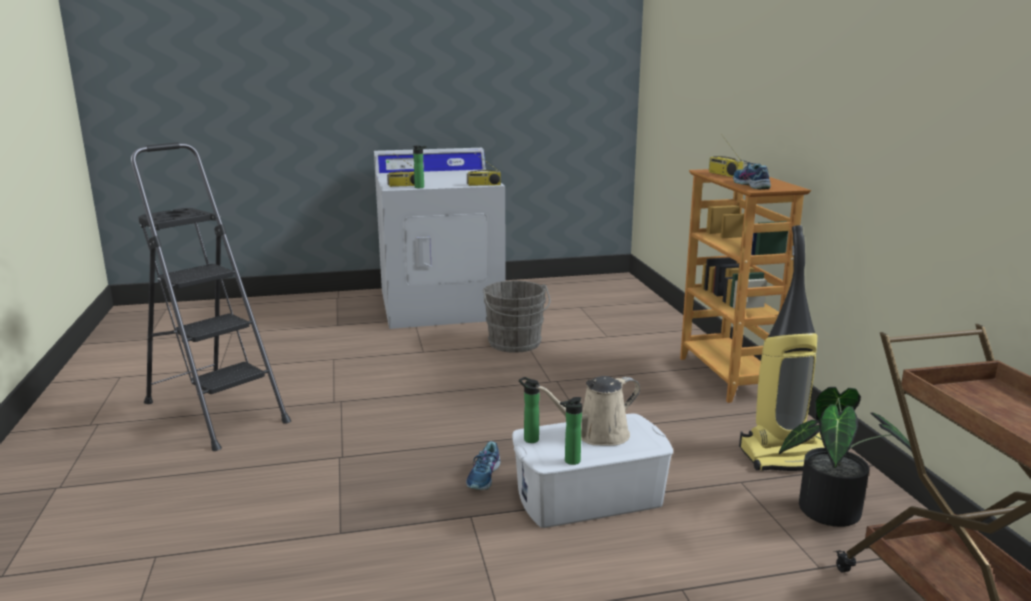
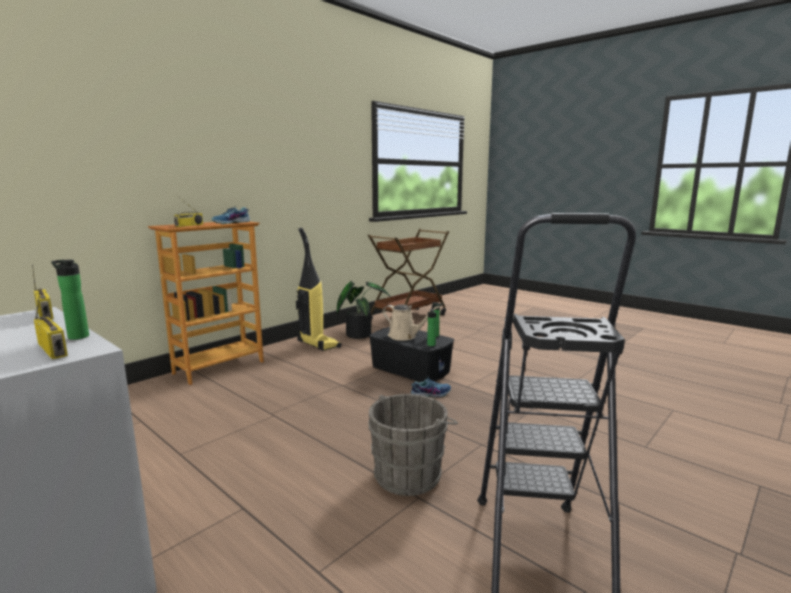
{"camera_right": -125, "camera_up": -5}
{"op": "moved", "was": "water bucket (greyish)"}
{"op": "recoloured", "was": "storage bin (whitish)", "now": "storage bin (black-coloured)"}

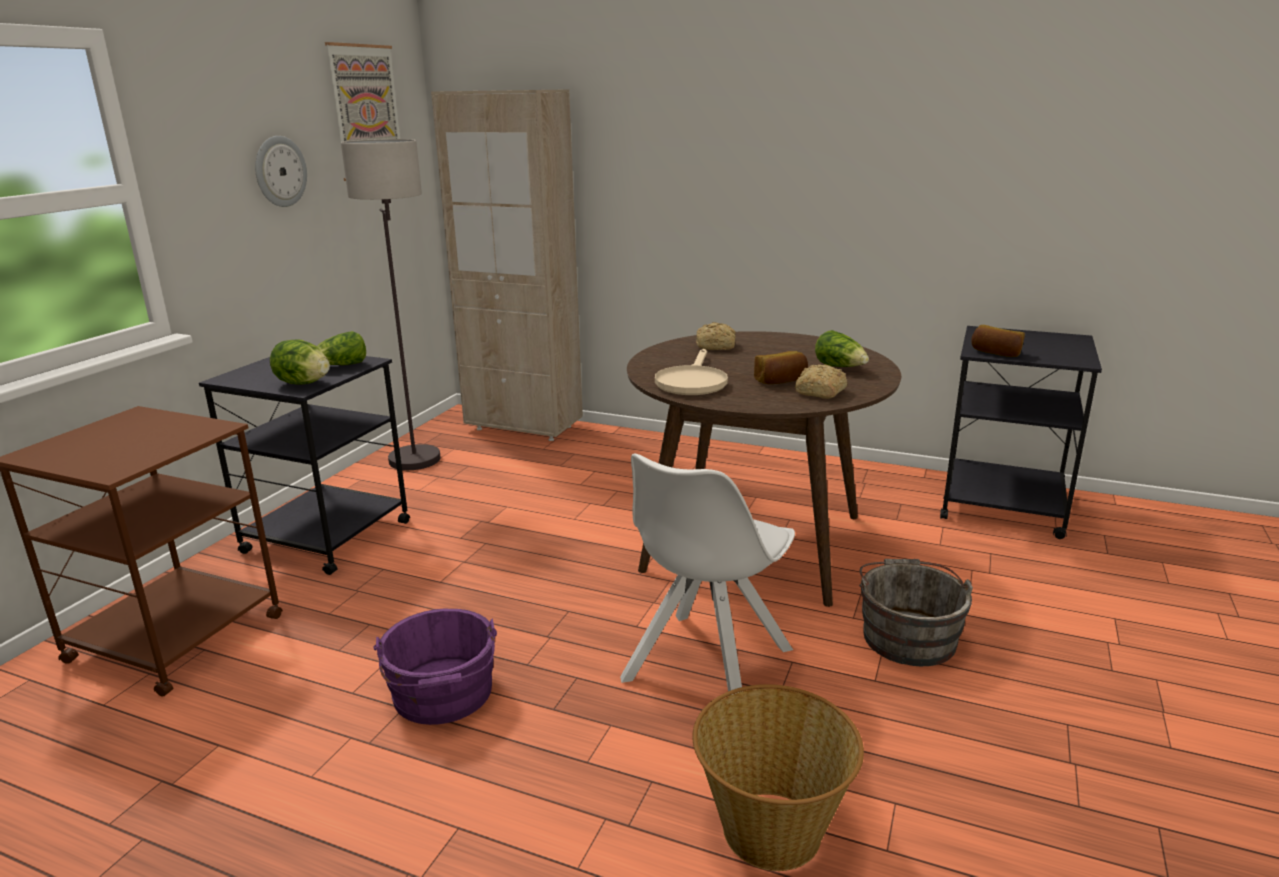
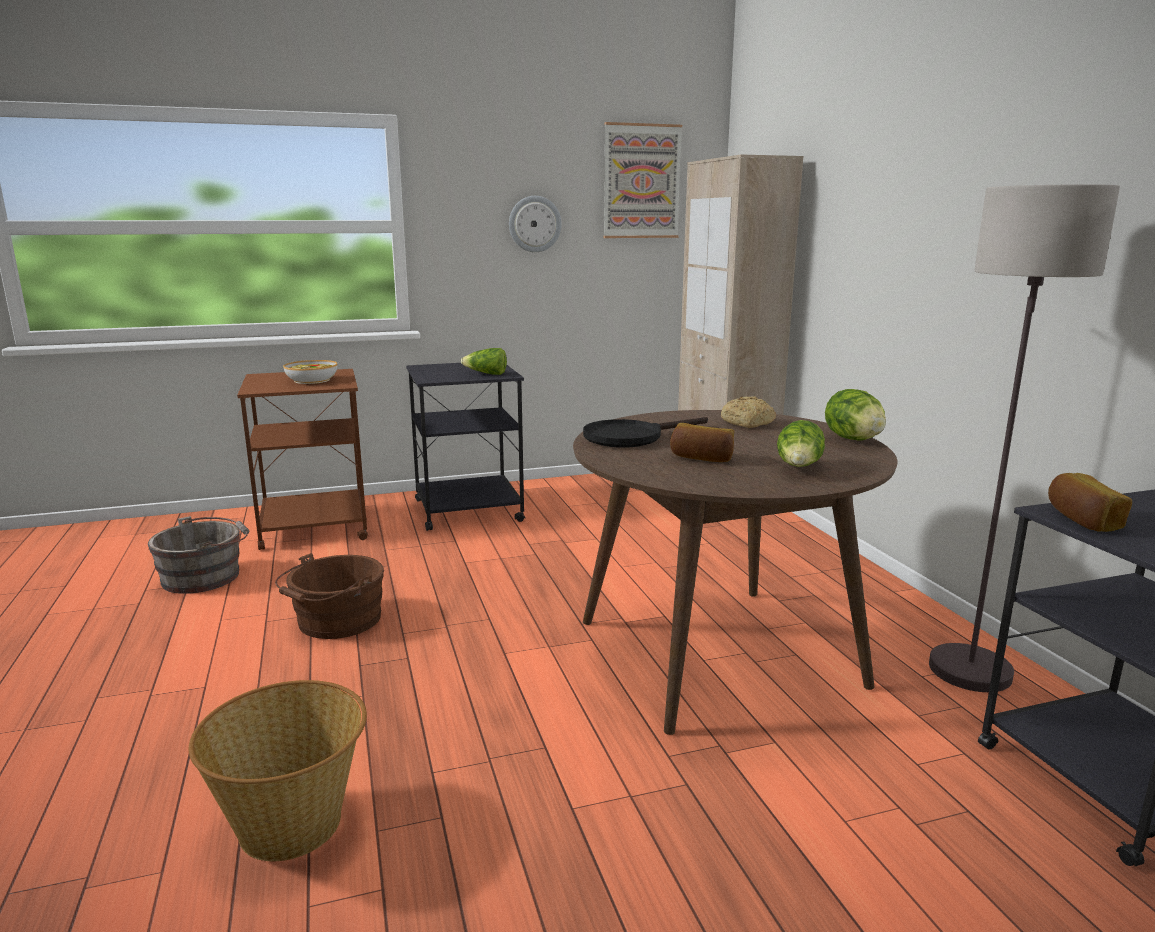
{"camera_right": 50, "camera_up": -5}
{"op": "moved", "was": "water bucket (greyish)"}
{"op": "recoloured", "was": "water bucket (purple-coloured)", "now": "water bucket (brown-coloured)"}
{"op": "added", "now": "deep dish"}
{"op": "recoloured", "was": "pan (sand-coloured)", "now": "pan (black-coloured)"}
{"op": "moved", "was": "lettuce head (1st from left in the first image)", "now": "lettuce head (3rd from left)"}
{"op": "moved", "was": "standing lamp (greyish)"}
{"op": "removed", "was": "plain chair (whitish)"}
{"op": "removed", "was": "bread (3rd from left)"}

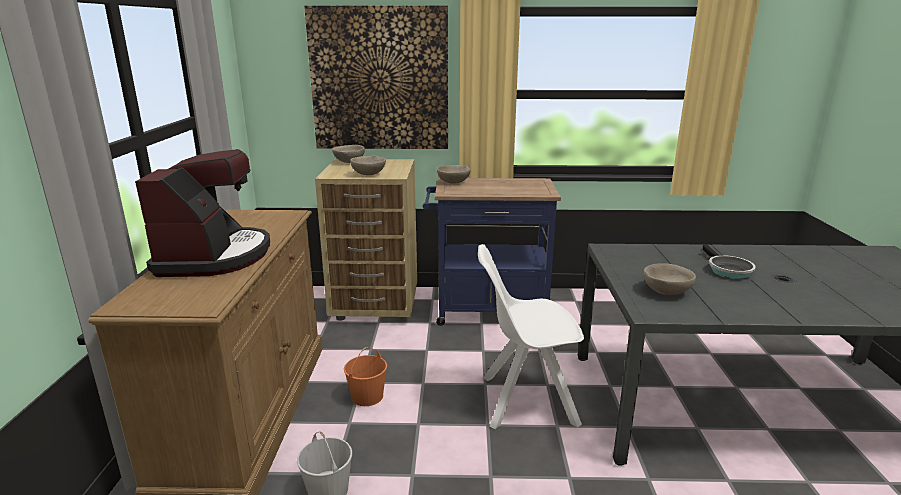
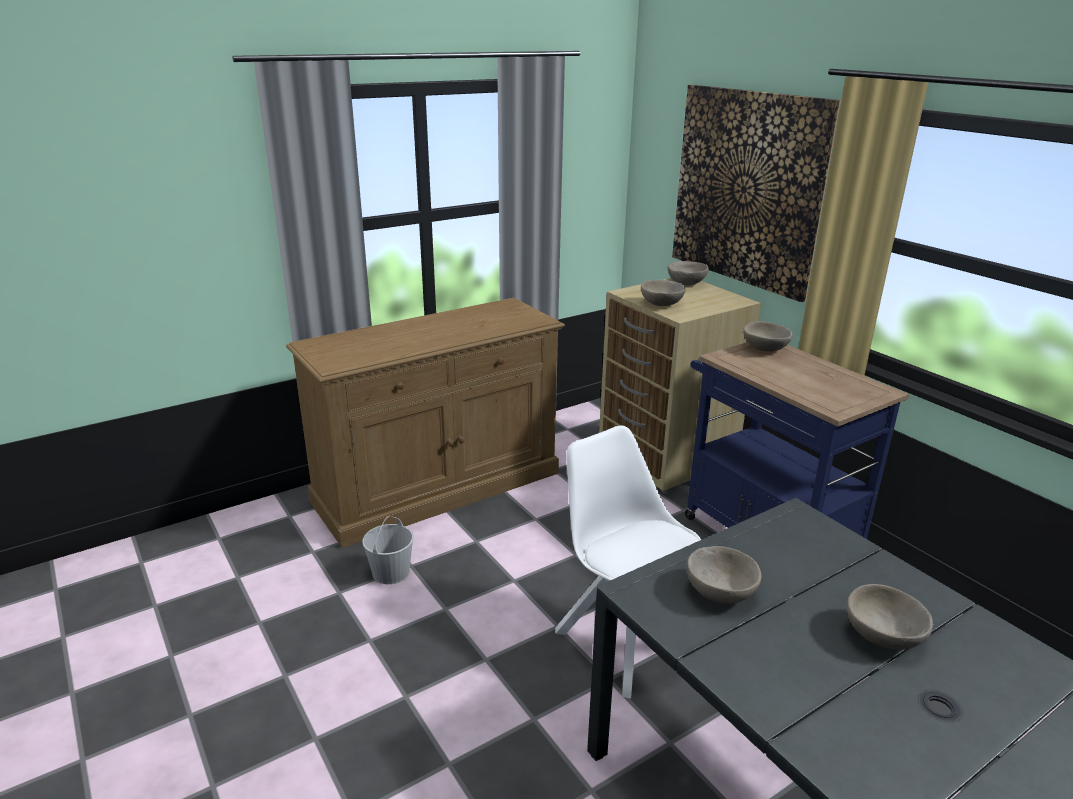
{"camera_right": 55, "camera_up": 5}
{"op": "replaced", "was": "pan", "now": "deep dish (sand-coloured) (5th from left)"}
{"op": "removed", "was": "coffee brewer"}
{"op": "removed", "was": "water bucket (orangey)"}

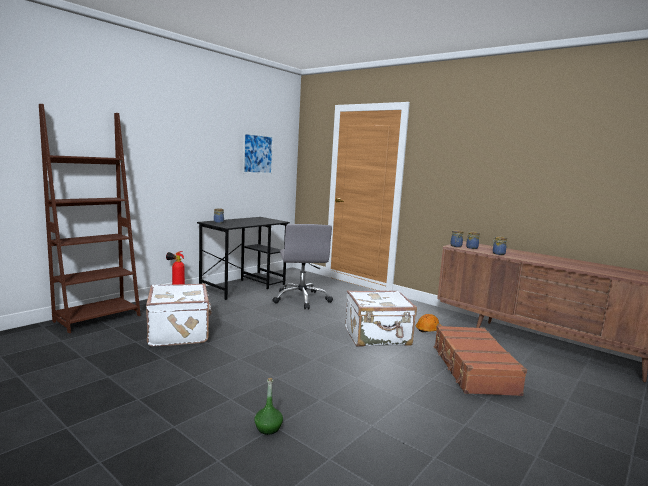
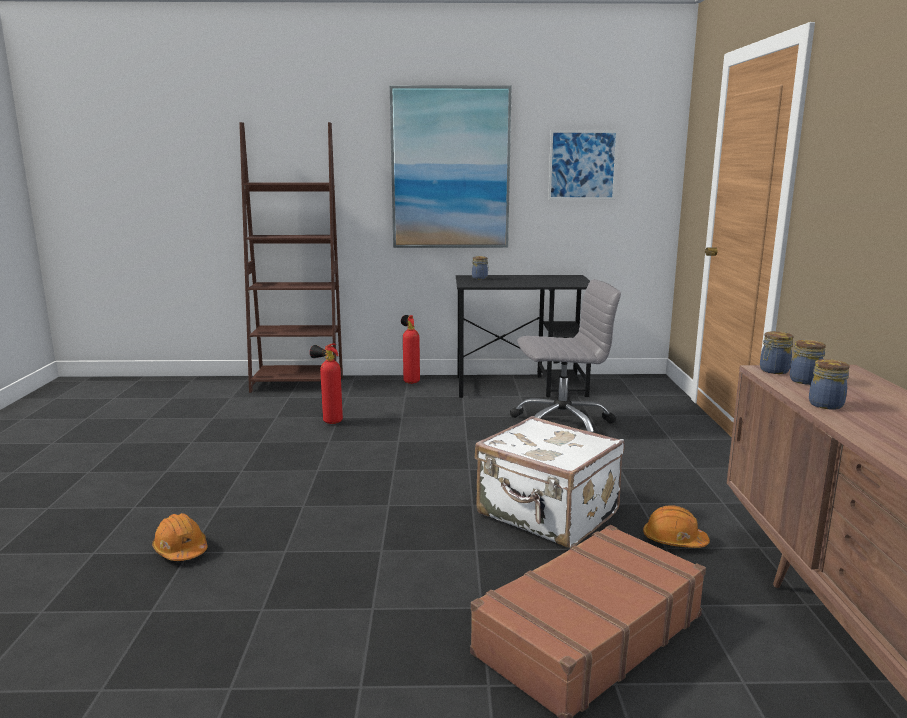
{"camera_right": 50, "camera_up": 5}
{"op": "replaced", "was": "beverage bottle (green-coloured)", "now": "work helmet (orangey) (1st from left)"}
{"op": "replaced", "was": "suitcase (whitish) (1st from left)", "now": "fire extinguisher (1st from left)"}
{"op": "added", "now": "wall art (1st from left)"}
{"op": "turned", "was": "desk chair (greyish)", "clockwise": -135}

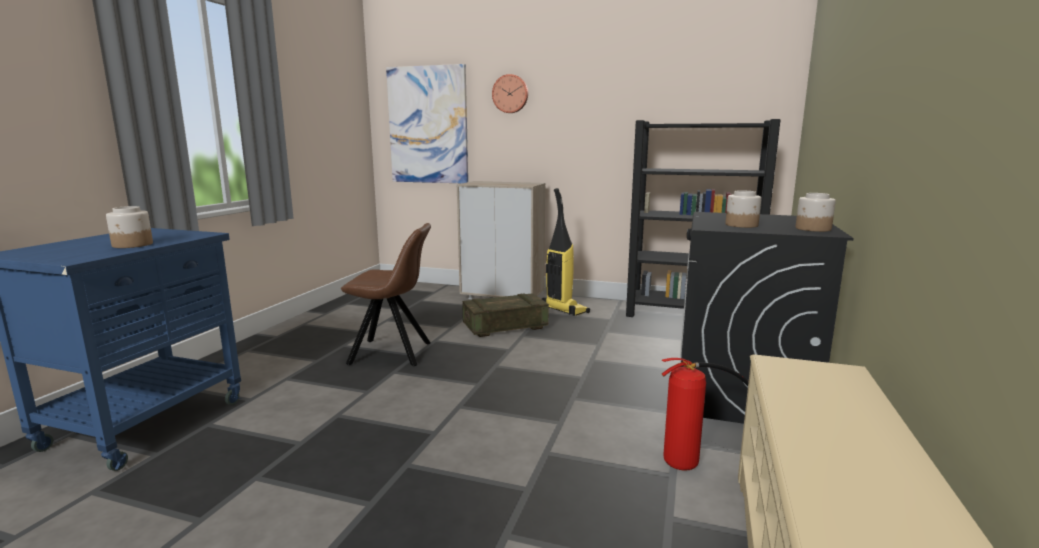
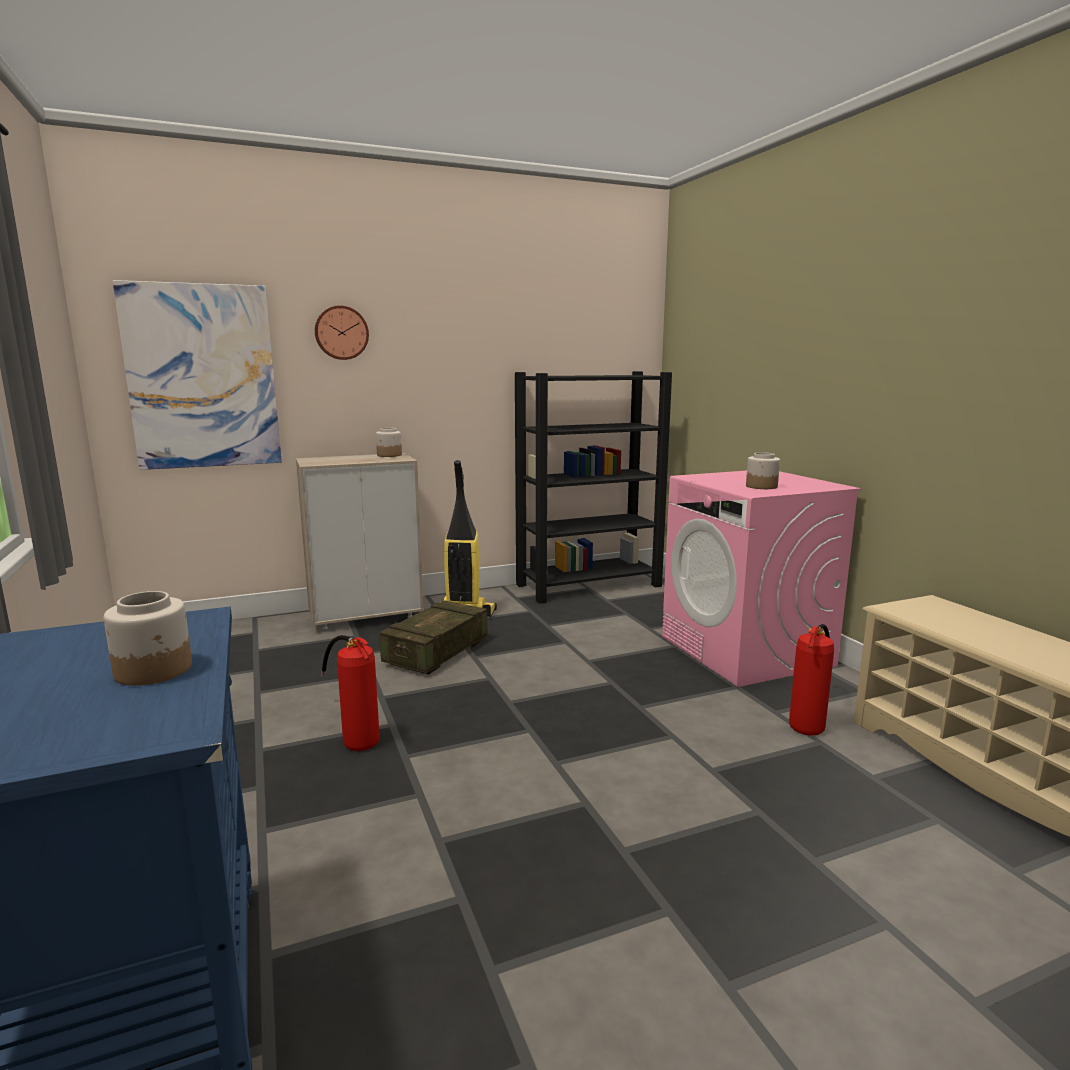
{"camera_right": -40, "camera_up": 0}
{"op": "replaced", "was": "plain chair (brown-coloured)", "now": "fire extinguisher (1st from left)"}
{"op": "moved", "was": "storage jar (3rd from left in the first image)", "now": "storage jar (2nd from left)"}
{"op": "recoloured", "was": "washing machine (black-coloured)", "now": "washing machine (pink-coloured)"}

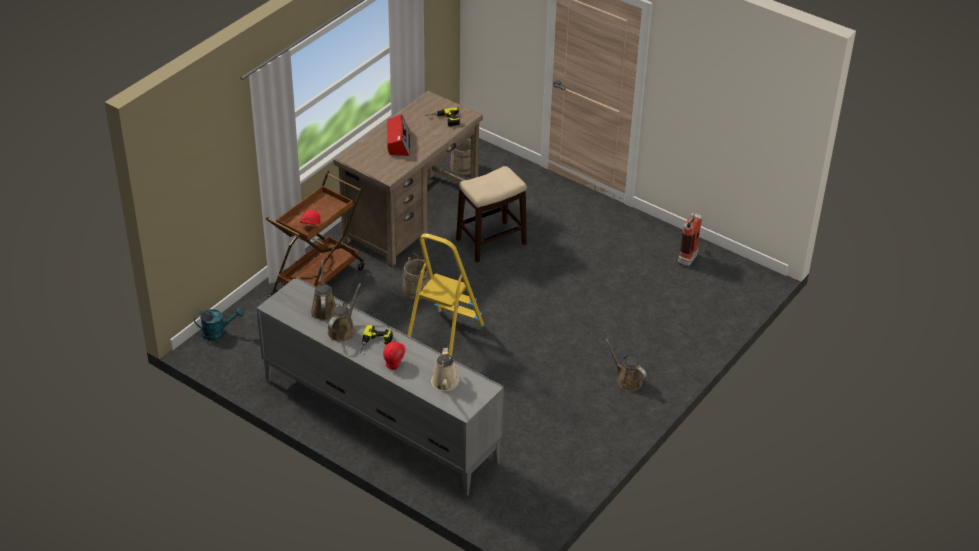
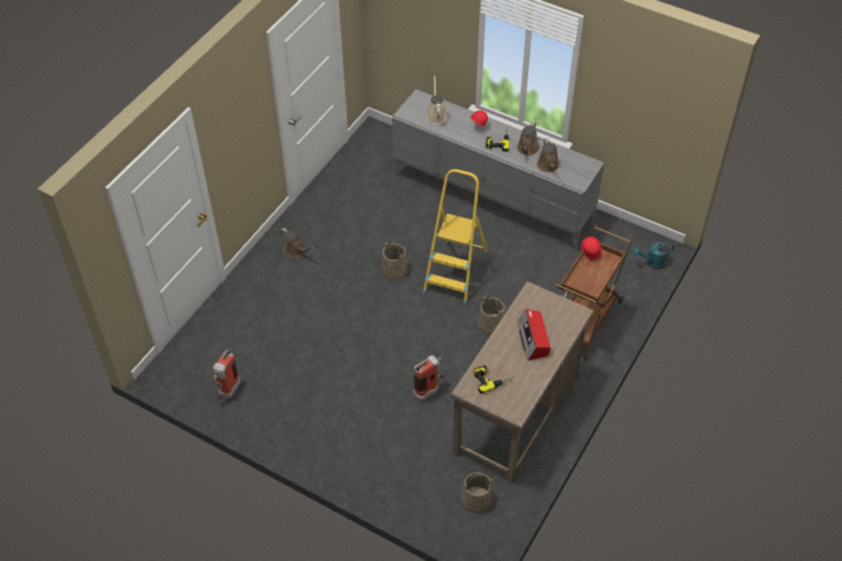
{"camera_right": 175, "camera_up": 10}
{"op": "added", "now": "water bucket (sand-coloured) (1st from left)"}
{"op": "replaced", "was": "stool", "now": "fire extinguisher (2nd from left)"}

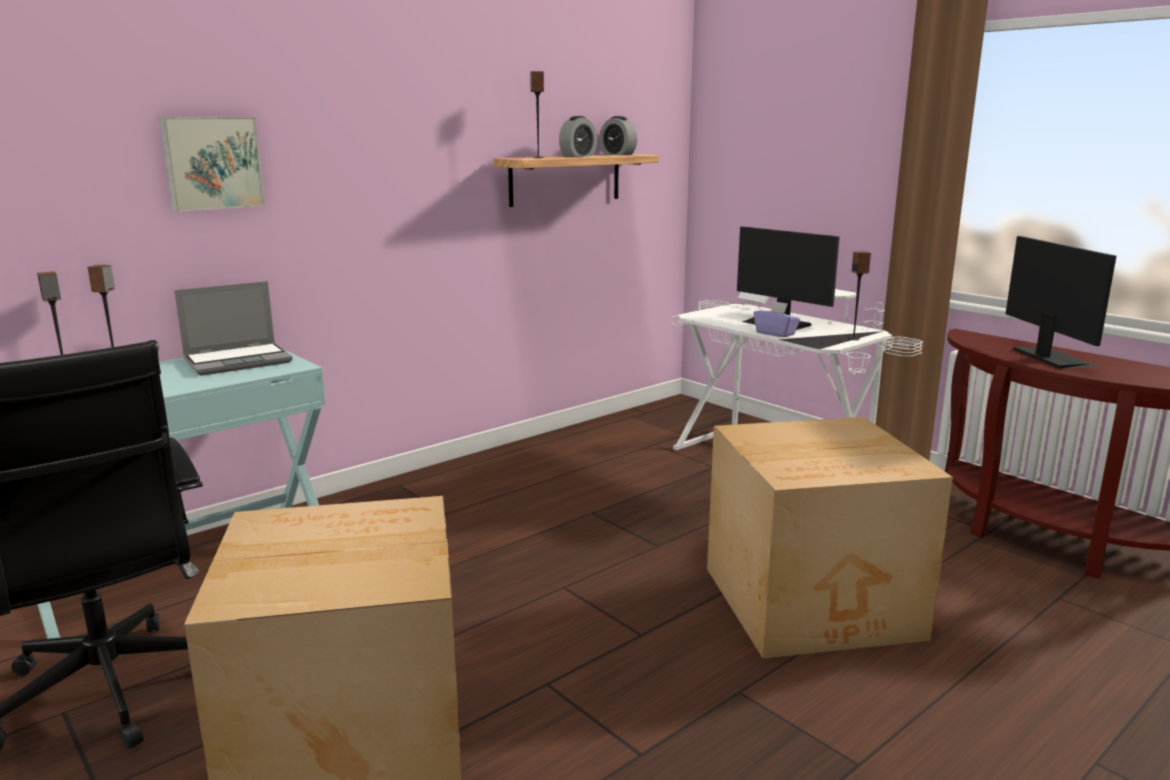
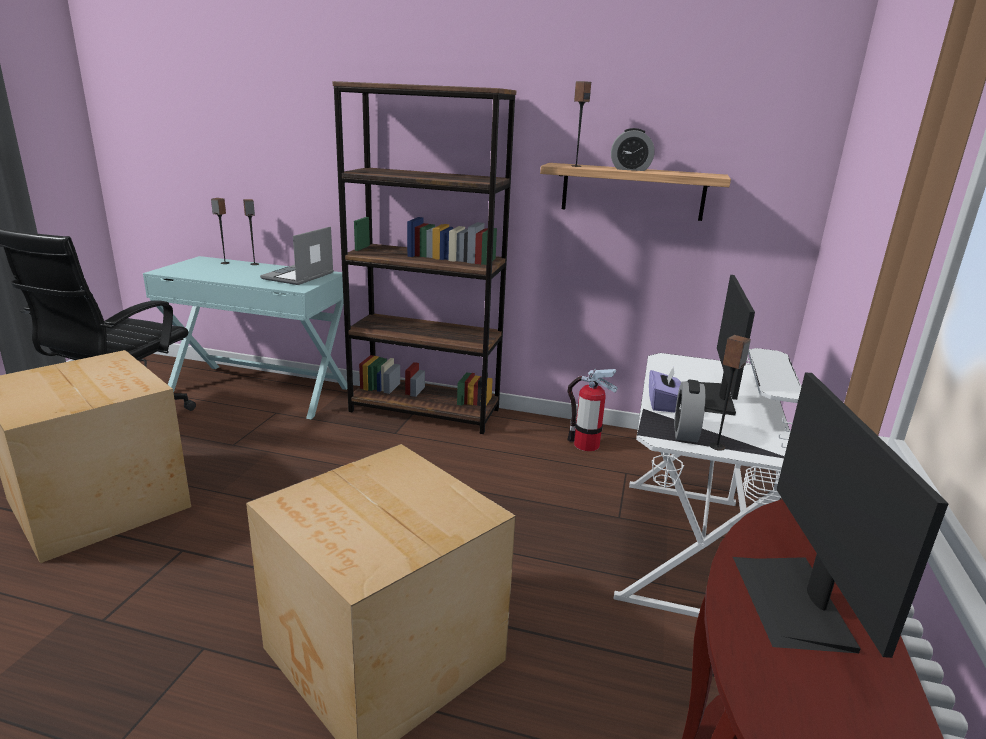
{"camera_right": 55, "camera_up": 5}
{"op": "turned", "was": "notebook computer", "clockwise": 90}
{"op": "added", "now": "bookshelf (brown-coloured)"}
{"op": "added", "now": "fire extinguisher"}
{"op": "moved", "was": "alarm clock (2nd from left)"}
{"op": "turned", "was": "computer screen (2nd from left)", "clockwise": 135}
{"op": "removed", "was": "wall art"}

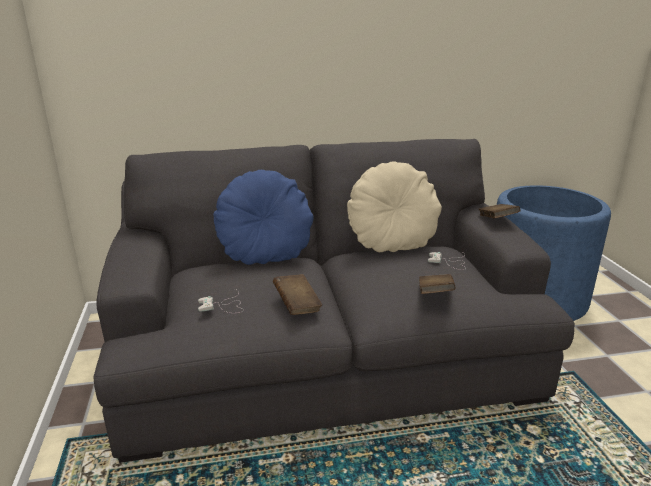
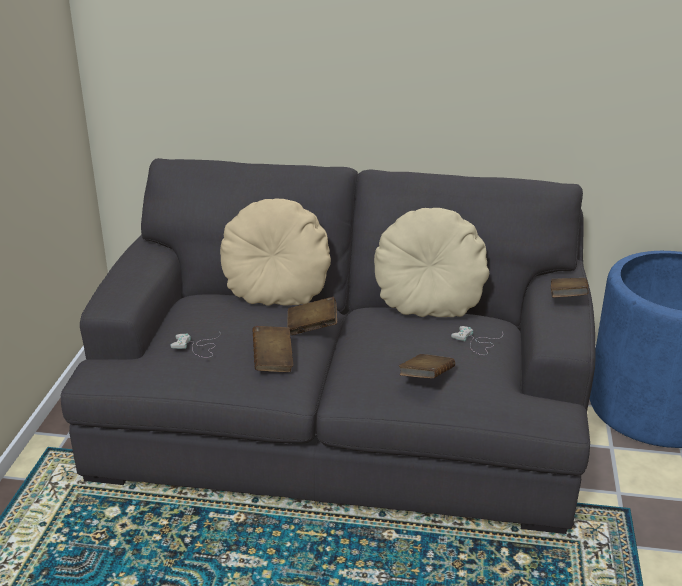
{"camera_right": 20, "camera_up": 5}
{"op": "recoloured", "was": "cushion (blue)", "now": "cushion (sand-coloured) (1st from left)"}
{"op": "added", "now": "bound book (brown-coloured) (2nd from left)"}

